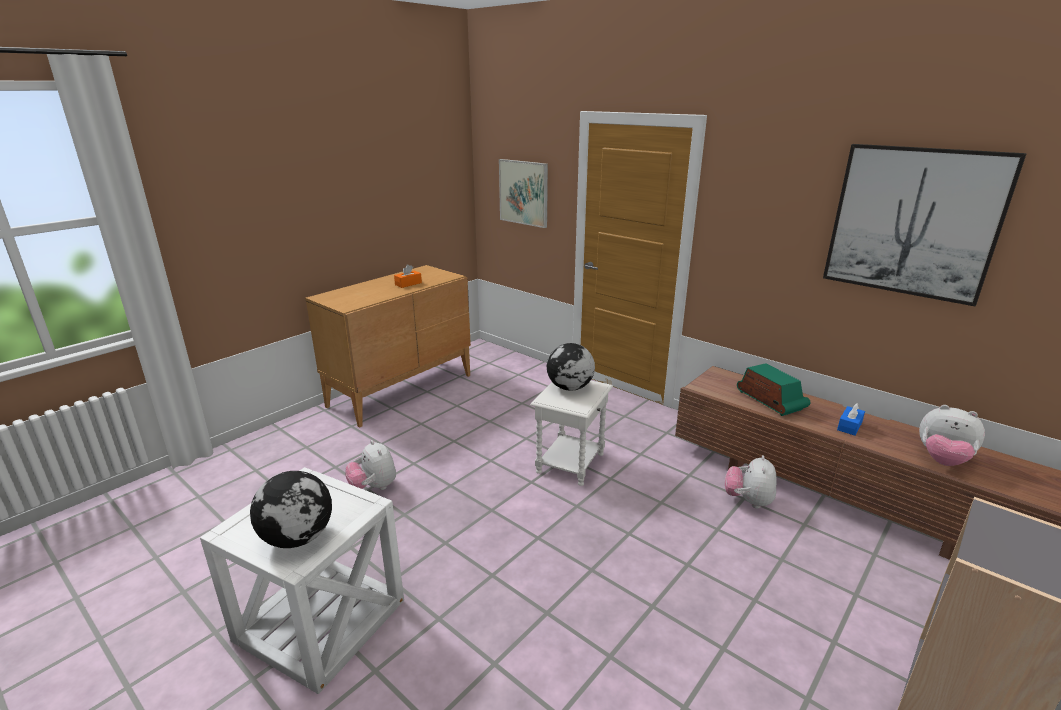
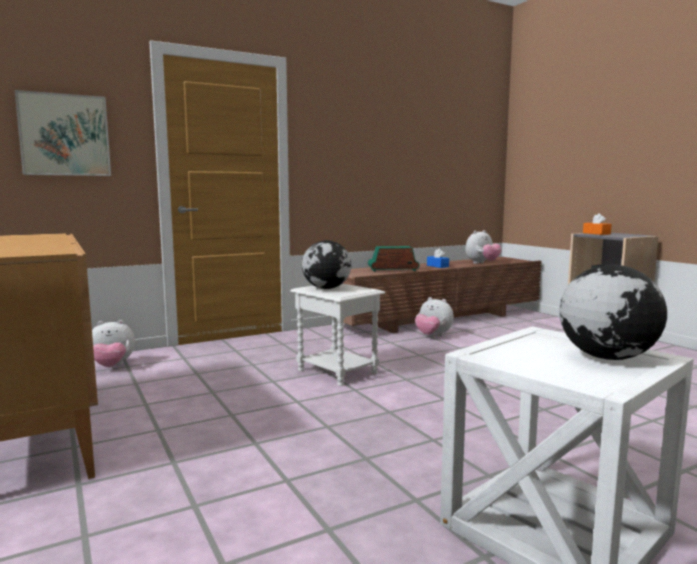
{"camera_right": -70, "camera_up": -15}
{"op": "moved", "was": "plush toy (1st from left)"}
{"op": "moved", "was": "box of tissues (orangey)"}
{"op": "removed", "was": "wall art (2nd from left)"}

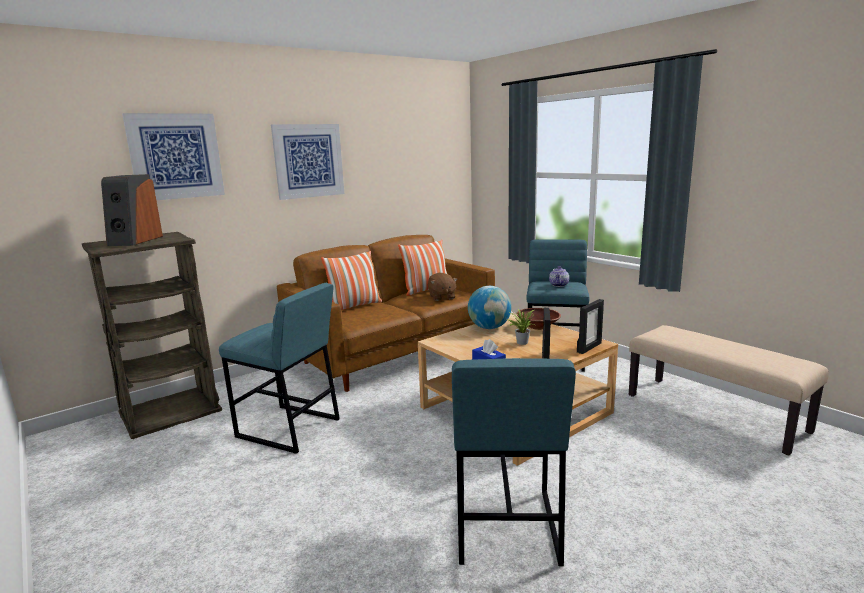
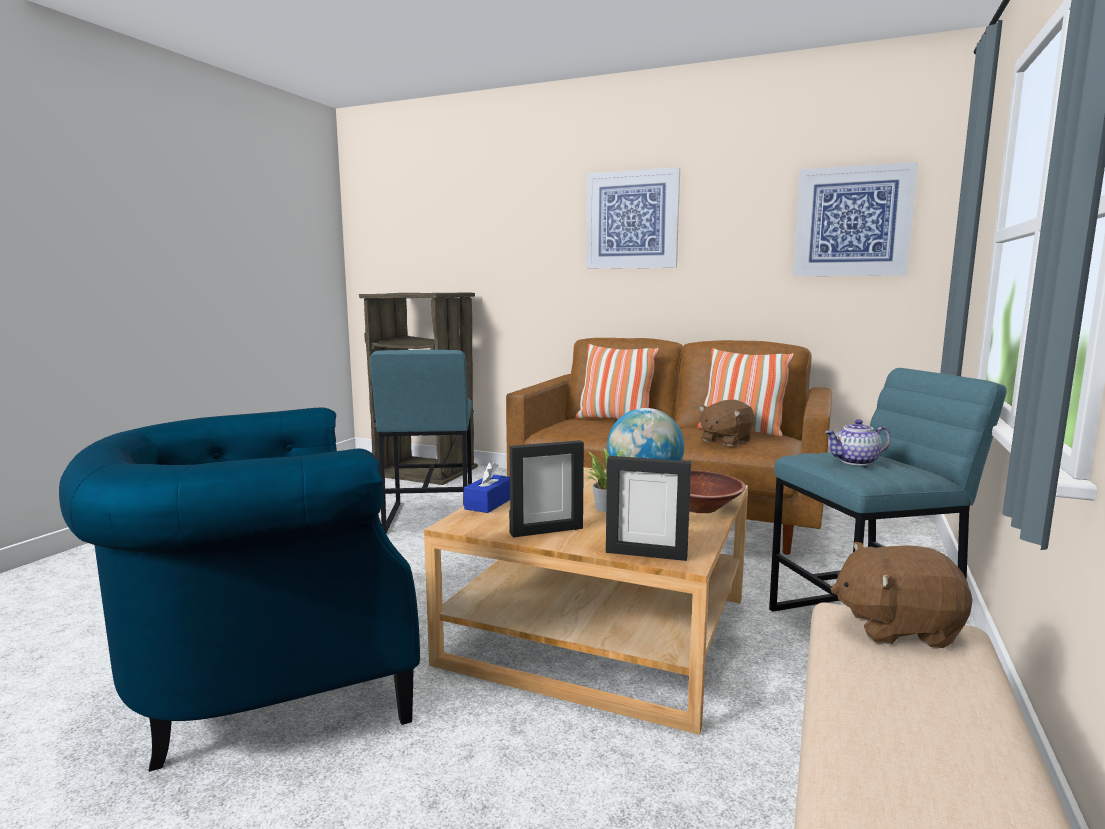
{"camera_right": 60, "camera_up": -5}
{"op": "replaced", "was": "stool (blue) (2nd from left)", "now": "easy chair (blue)"}
{"op": "moved", "was": "wall art (1st from left in the first image)", "now": "wall art (2nd from left)"}
{"op": "added", "now": "plush toy (brown-coloured) (2nd from left)"}
{"op": "removed", "was": "speaker"}

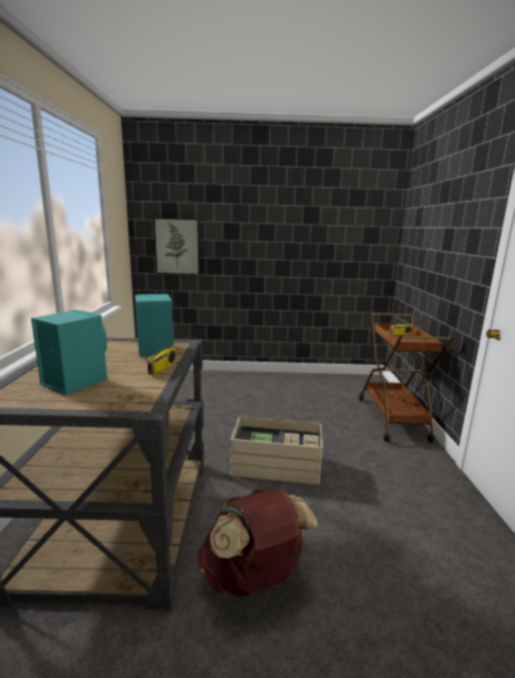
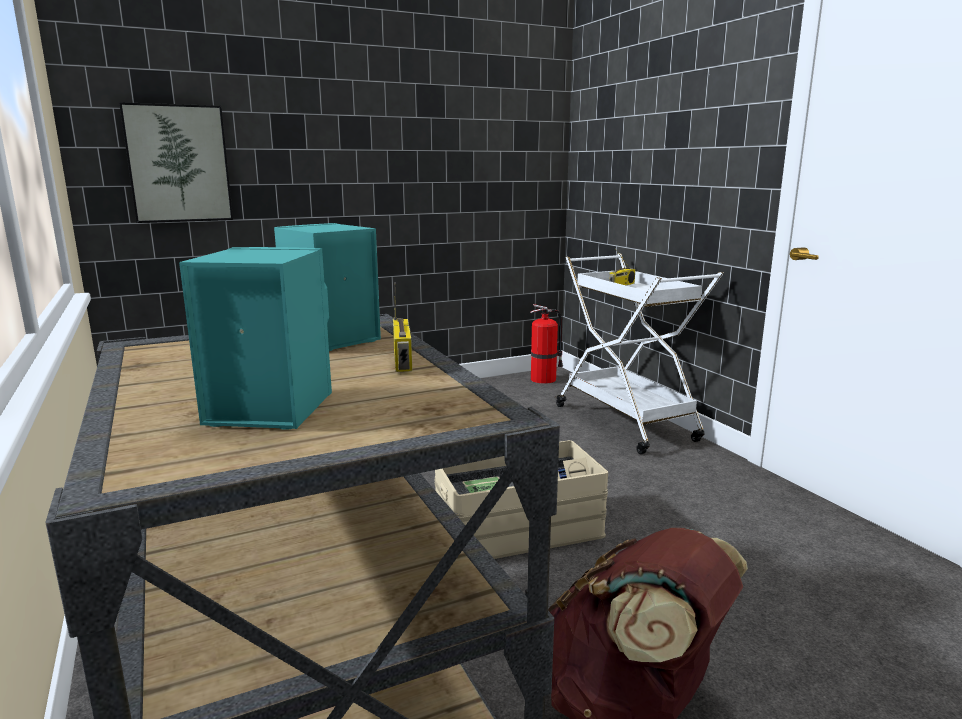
{"camera_right": -25, "camera_up": 0}
{"op": "added", "now": "fire extinguisher"}
{"op": "recoloured", "was": "wheeled cart (brown-coloured)", "now": "wheeled cart (whitish)"}

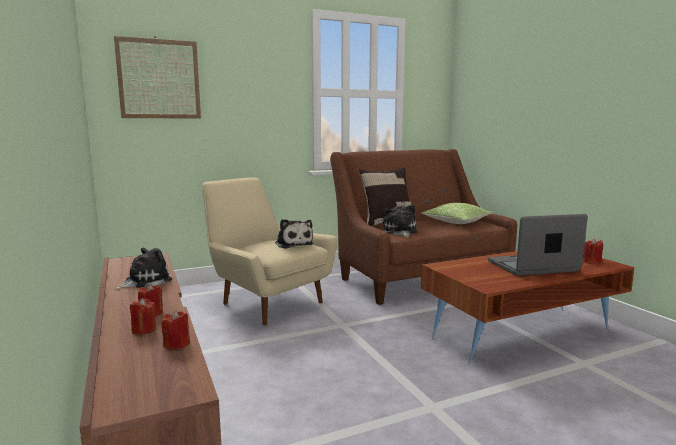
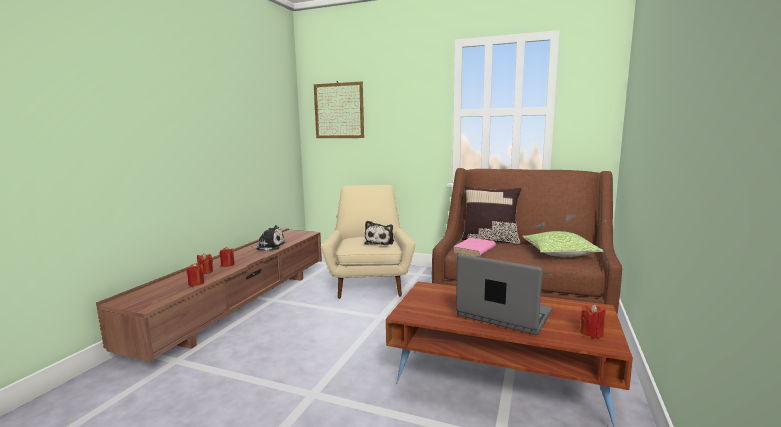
{"camera_right": 45, "camera_up": 0}
{"op": "replaced", "was": "plush toy (3rd from left)", "now": "bound book (pink-coloured)"}

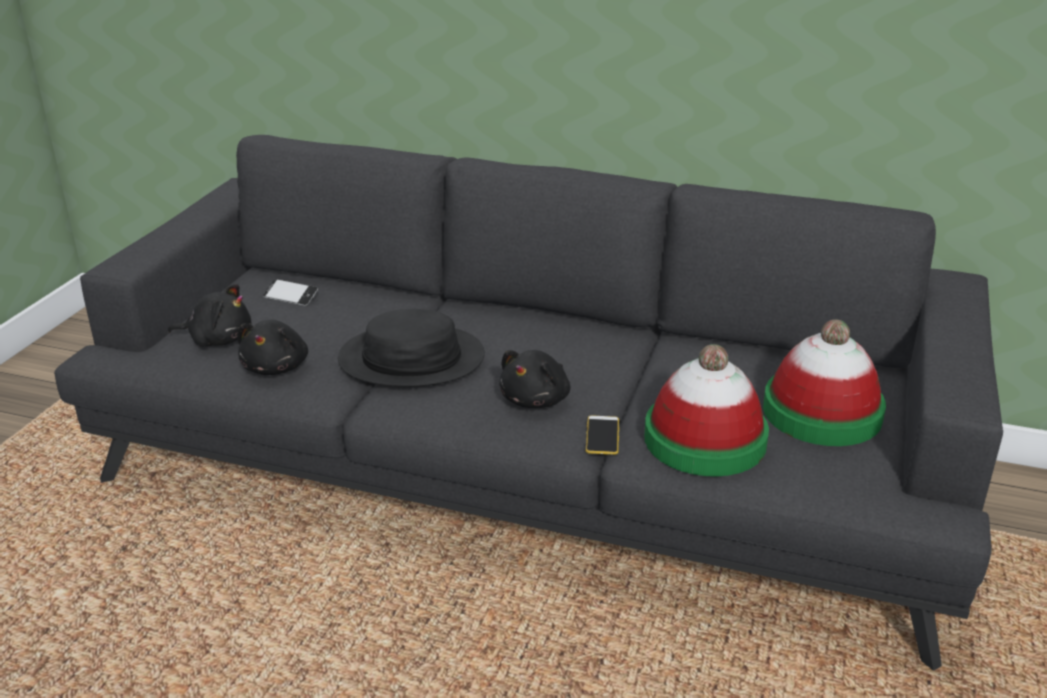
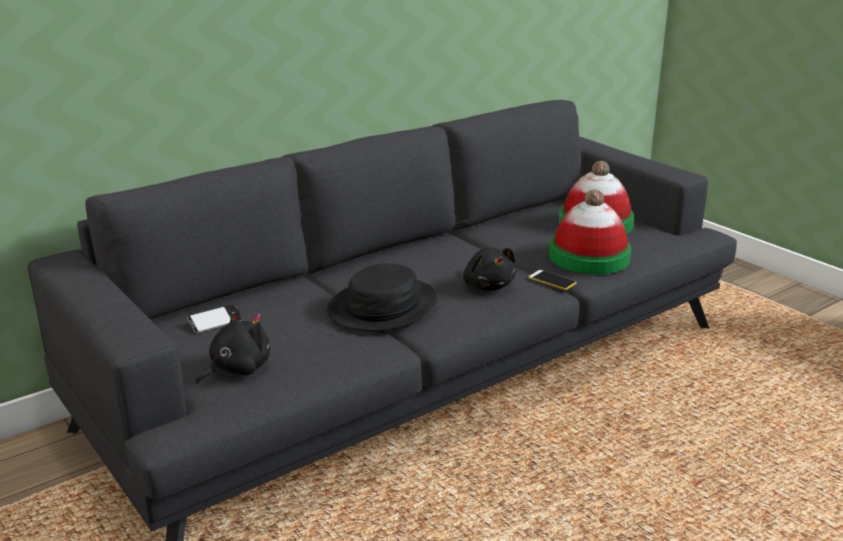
{"camera_right": -55, "camera_up": -5}
{"op": "removed", "was": "plush toy (black-coloured) (2nd from left)"}

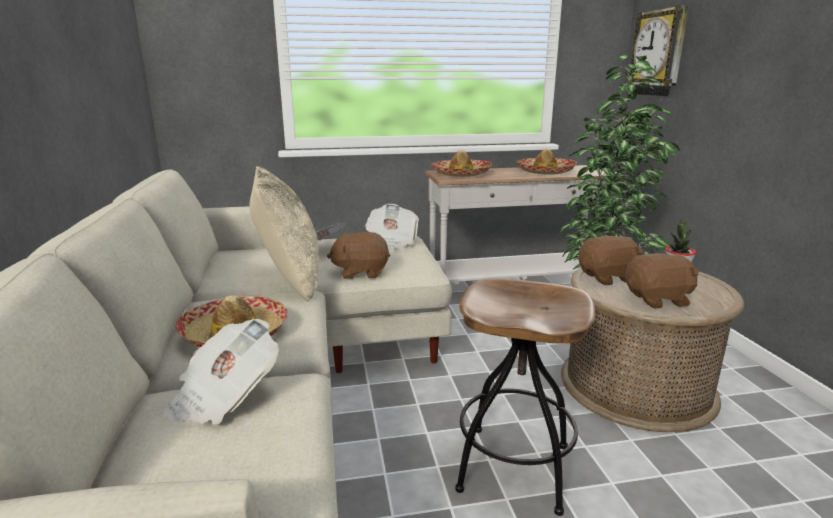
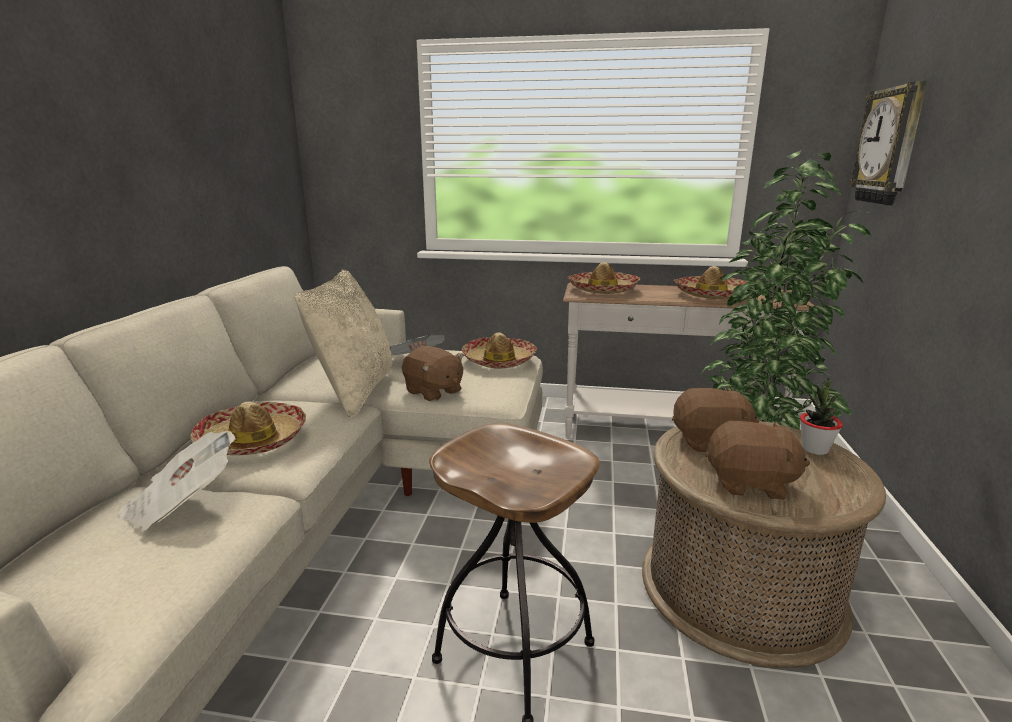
{"camera_right": 20, "camera_up": 0}
{"op": "turned", "was": "plush toy (brown-coloured) (1st from left)", "clockwise": -150}
{"op": "replaced", "was": "printed paper (3rd from left)", "now": "hat (2nd from left)"}

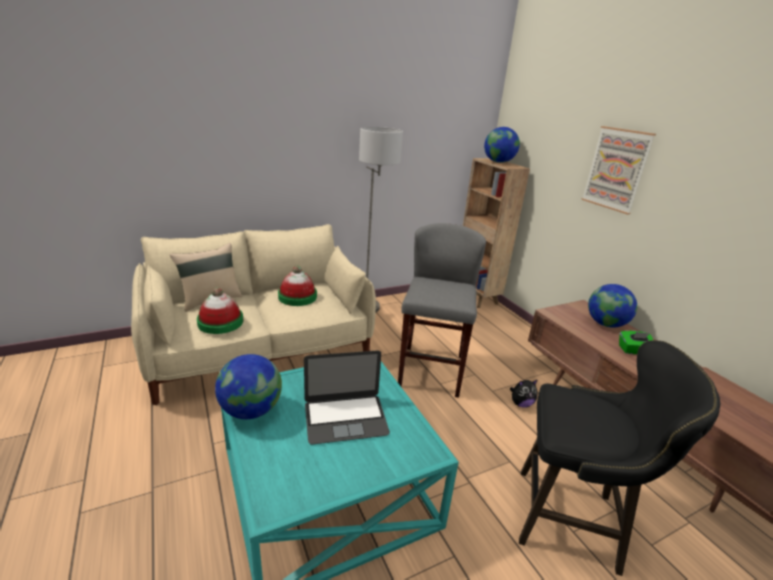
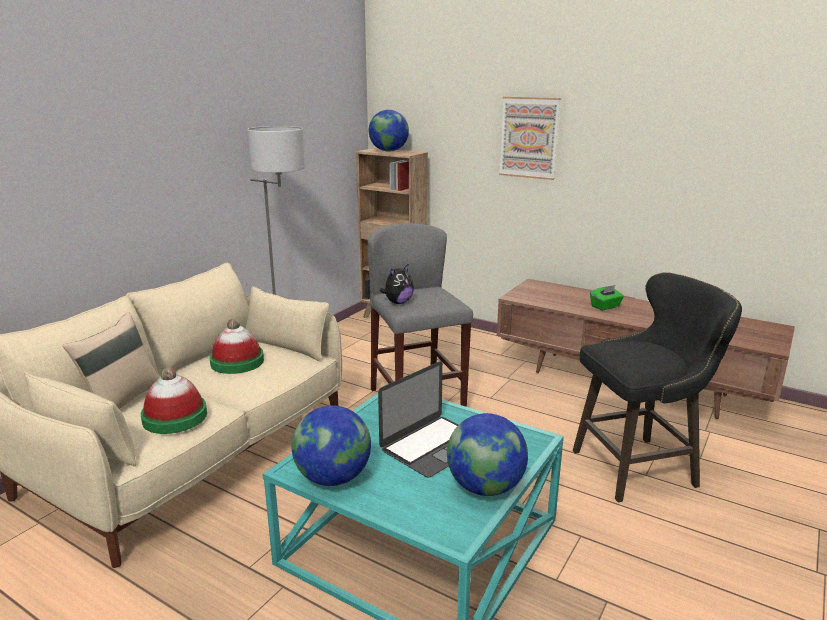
{"camera_right": -30, "camera_up": -5}
{"op": "moved", "was": "plush toy"}
{"op": "moved", "was": "world globe (3rd from left)"}

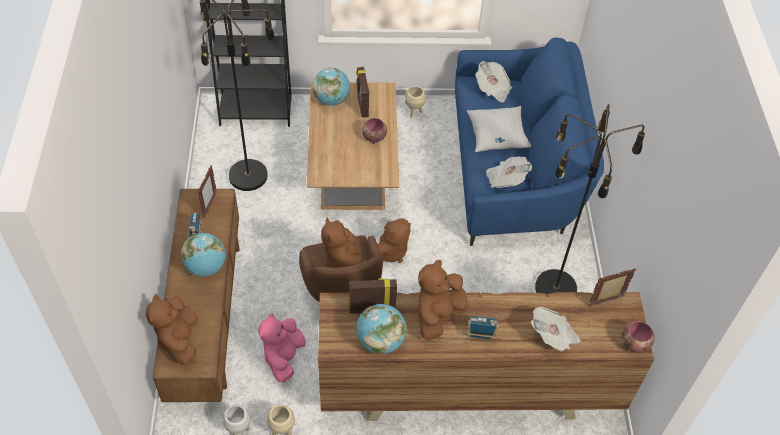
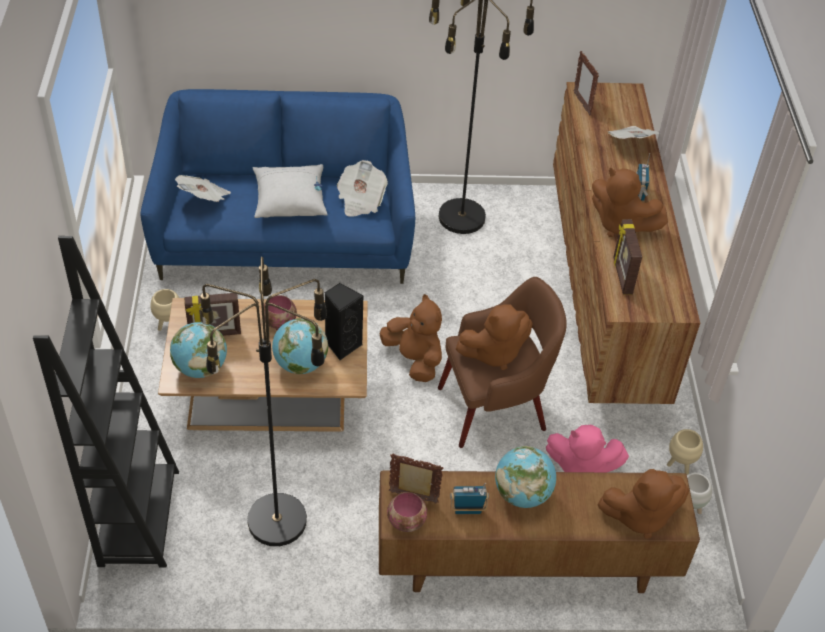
{"camera_right": -90, "camera_up": -5}
{"op": "moved", "was": "world globe (3rd from left in the first image)", "now": "world globe (2nd from left)"}
{"op": "added", "now": "speaker (black-coloured)"}
{"op": "moved", "was": "deep dish (2nd from left)"}

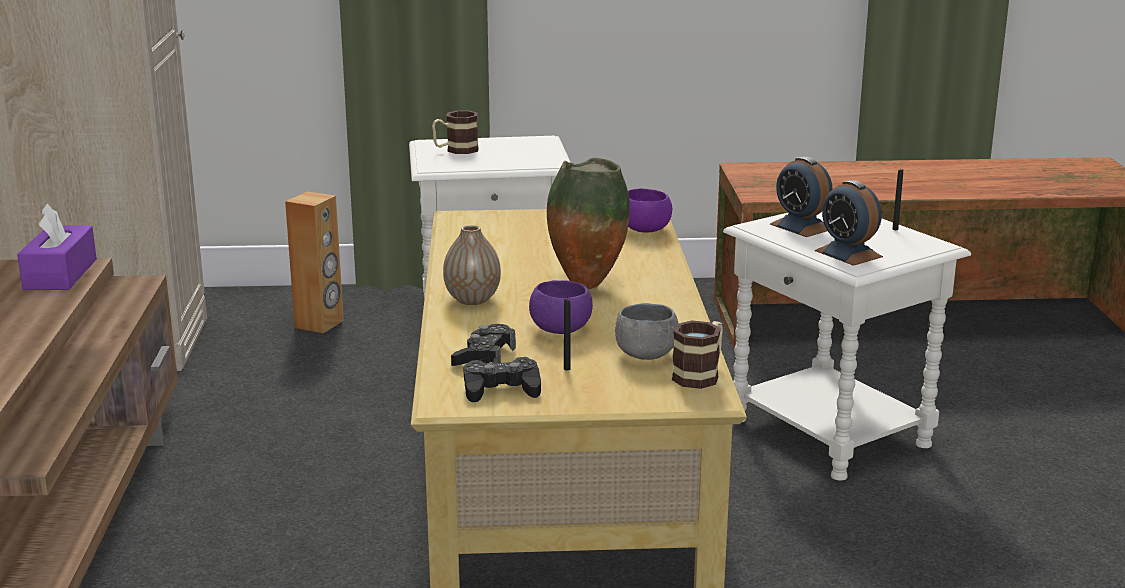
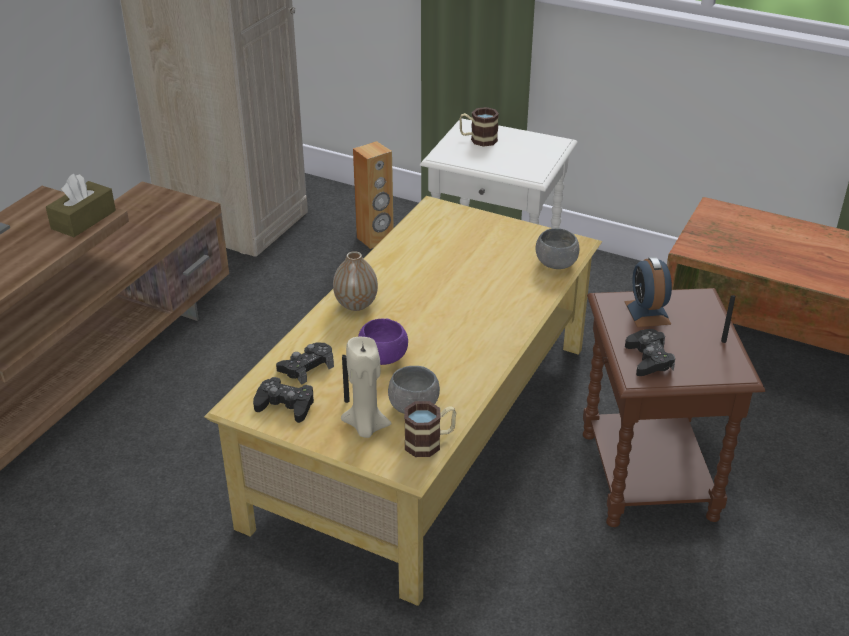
{"camera_right": 30, "camera_up": 15}
{"op": "recoloured", "was": "box of tissues (purple-coloured)", "now": "box of tissues (brown-coloured)"}
{"op": "added", "now": "wax candle (sand-coloured)"}
{"op": "recoloured", "was": "deep dish (purple-coloured) (2nd from left)", "now": "deep dish (greyish) (2nd from left)"}
{"op": "recoloured", "was": "accent table (whitish) (2nd from left)", "now": "accent table (brown-coloured)"}
{"op": "replaced", "was": "alarm clock (2nd from left)", "now": "game controller (black-coloured) (3rd from left)"}
{"op": "removed", "was": "flower vase (2nd from left)"}

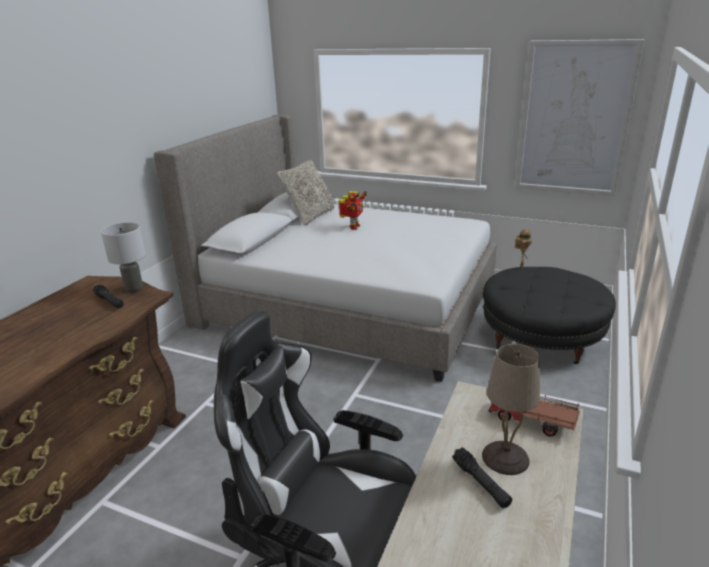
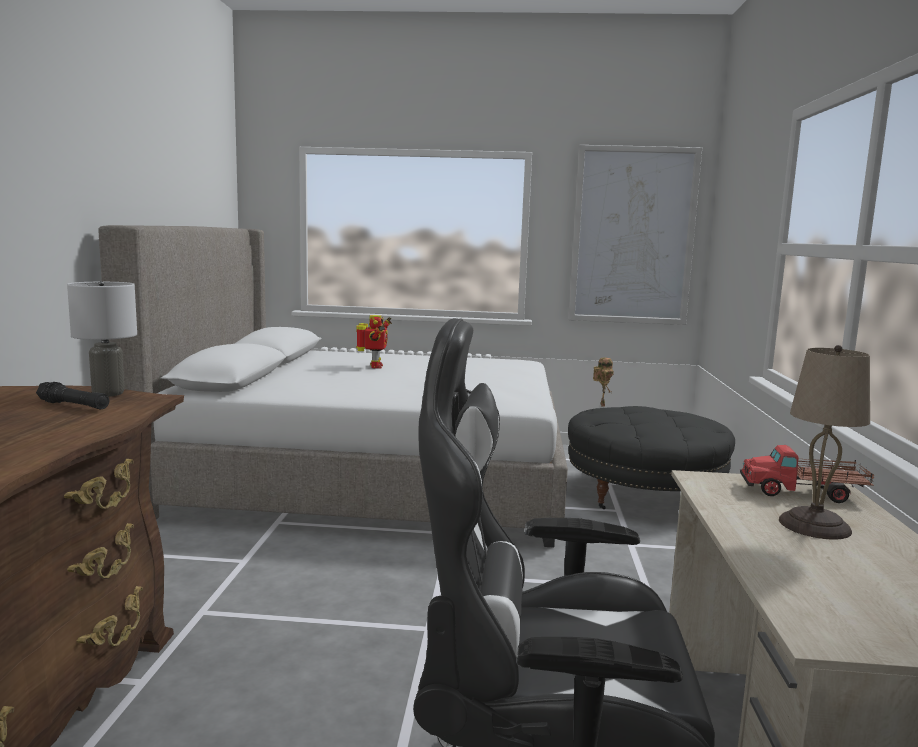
{"camera_right": -20, "camera_up": -15}
{"op": "removed", "was": "cushion (sand-coloured)"}
{"op": "removed", "was": "torch (black-coloured) (2nd from left)"}

